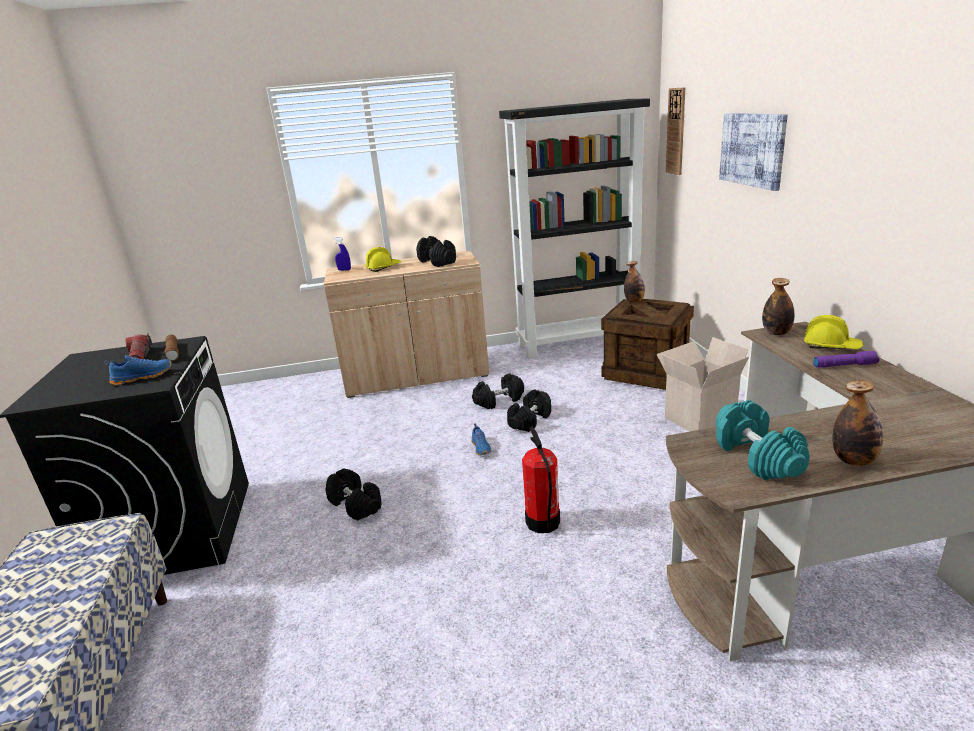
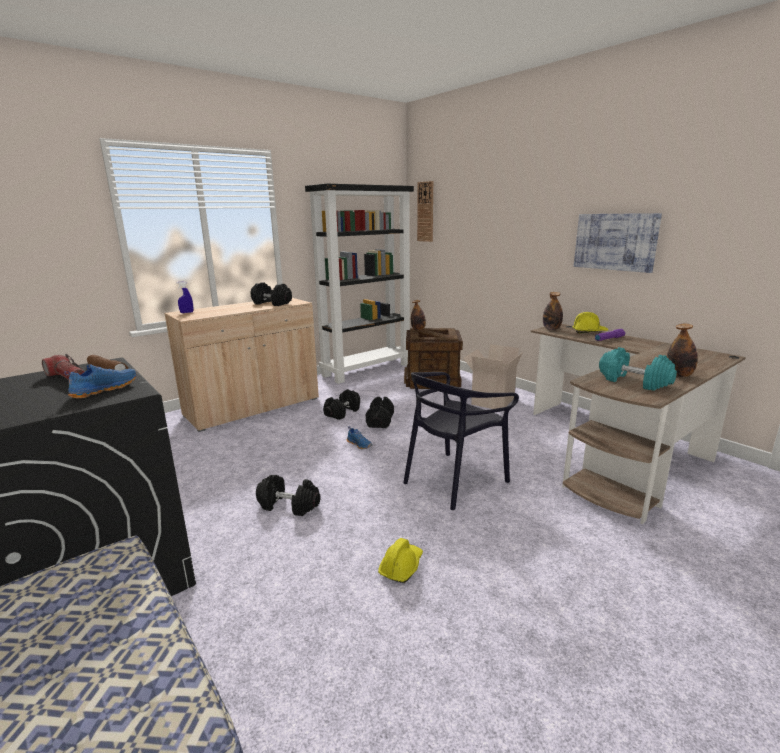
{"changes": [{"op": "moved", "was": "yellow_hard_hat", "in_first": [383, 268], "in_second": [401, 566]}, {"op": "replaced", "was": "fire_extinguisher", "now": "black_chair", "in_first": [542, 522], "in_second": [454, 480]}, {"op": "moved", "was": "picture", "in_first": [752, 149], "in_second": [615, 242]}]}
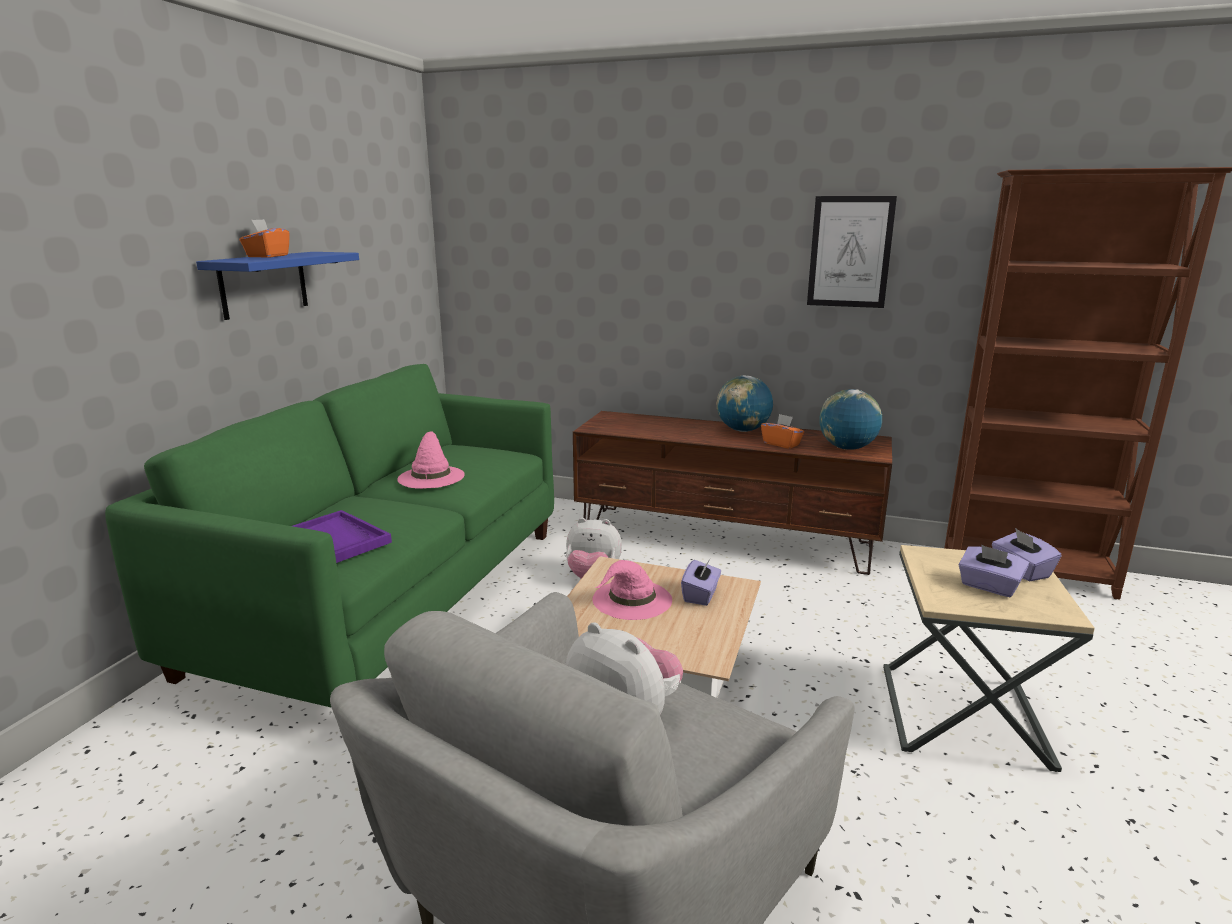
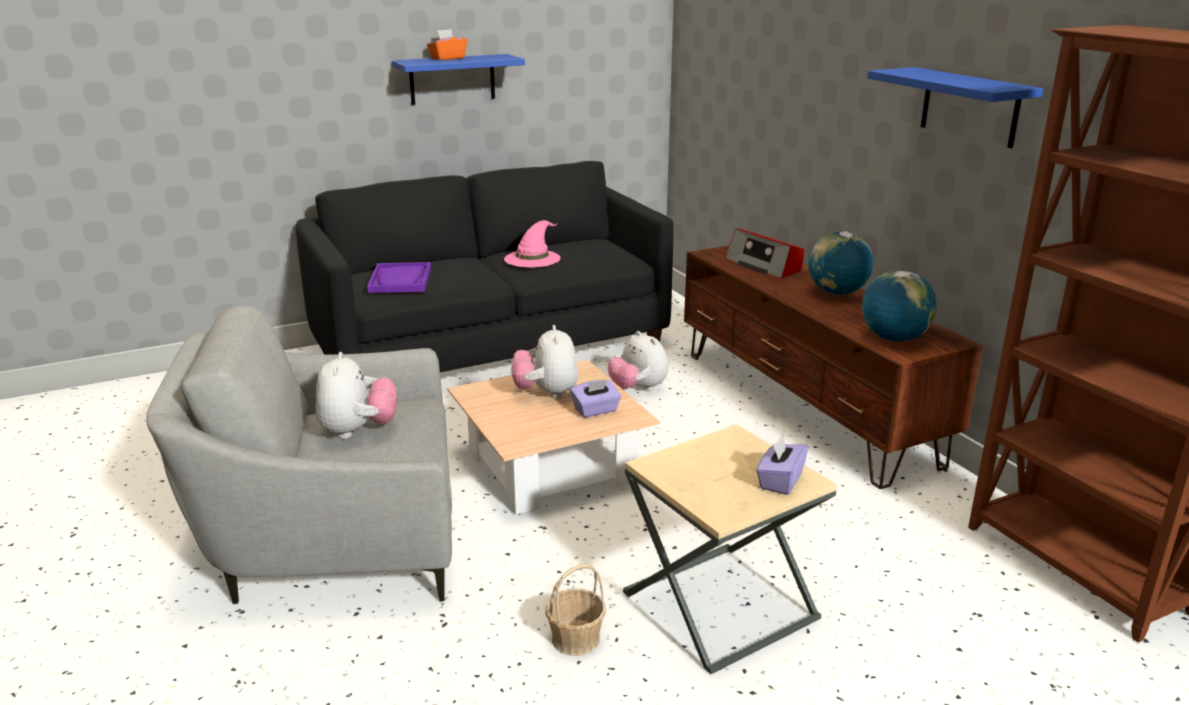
{"changes": [{"op": "recoloured", "was": "green_sofa", "now": "black_sofa", "in_first": [390, 596], "in_second": [492, 347]}, {"op": "replaced", "was": "pink_hat", "now": "plush_toy", "in_first": [631, 600], "in_second": [546, 393]}, {"op": "removed", "was": "orange_tissue_box", "in_first": [781, 444]}, {"op": "replaced", "was": "picture", "now": "blue_shelf", "in_first": [850, 252], "in_second": [969, 107]}, {"op": "removed", "was": "purple_tissue_box", "in_first": [989, 586]}, {"op": "added", "now": "basket", "in_second": [575, 639]}, {"op": "added", "now": "radio", "in_second": [764, 265]}]}
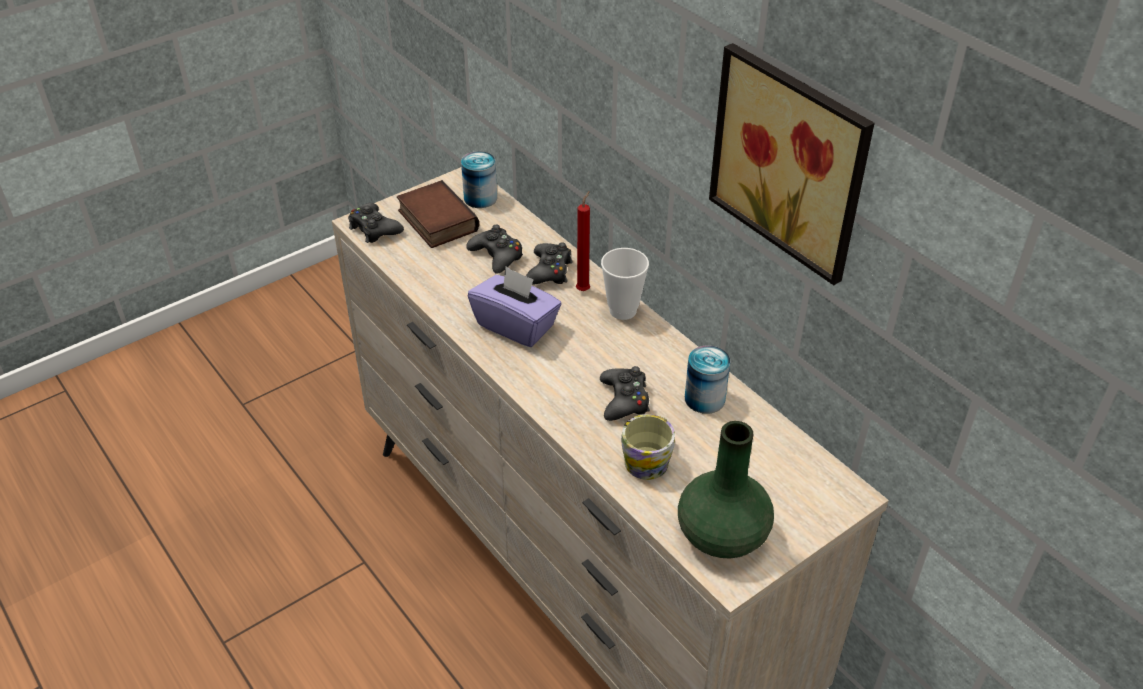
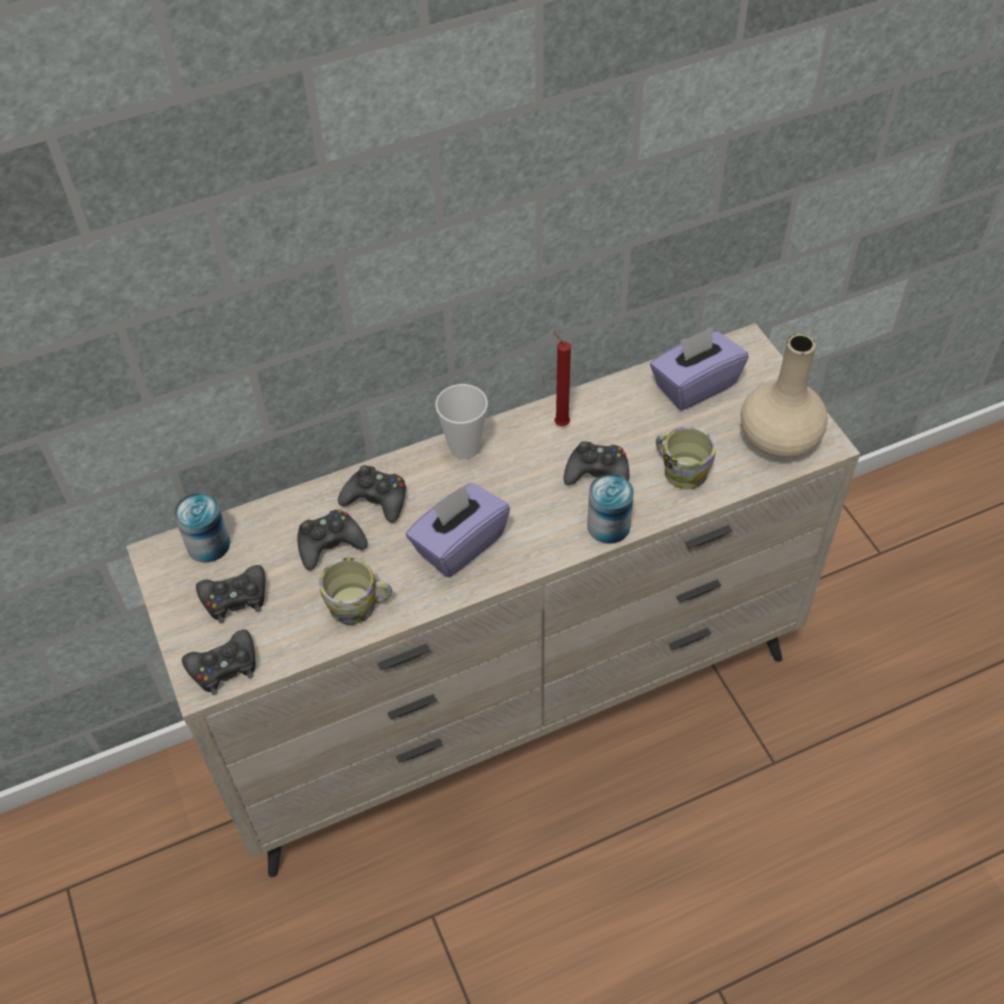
{"changes": [{"op": "replaced", "was": "book", "now": "black_game_controller", "in_first": [435, 221], "in_second": [235, 598]}, {"op": "moved", "was": "red_candle", "in_first": [584, 289], "in_second": [560, 423]}, {"op": "recoloured", "was": "green_vase", "now": "beige_vase", "in_first": [721, 535], "in_second": [778, 439]}, {"op": "moved", "was": "can", "in_first": [704, 398], "in_second": [608, 526]}, {"op": "removed", "was": "picture", "in_first": [793, 160]}, {"op": "added", "now": "mug", "in_second": [359, 605]}, {"op": "added", "now": "purple_tissue_box", "in_second": [694, 385]}]}
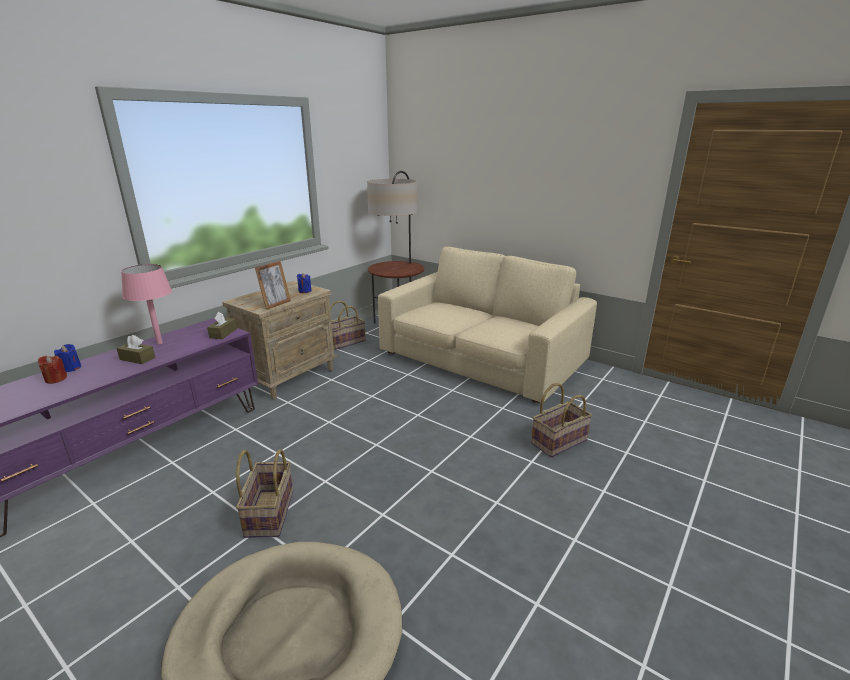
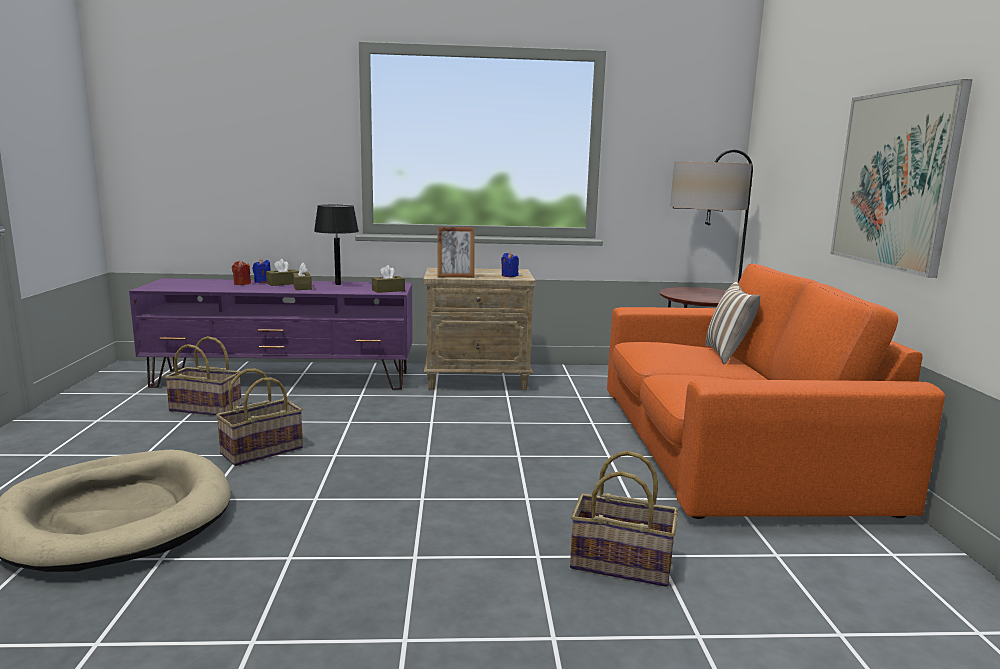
{"changes": [{"op": "recoloured", "was": "pink_table_lamp", "now": "black_table_lamp", "in_first": [159, 343], "in_second": [338, 284]}, {"op": "moved", "was": "basket", "in_first": [345, 342], "in_second": [207, 408]}, {"op": "recoloured", "was": "beige_sofa", "now": "orange_sofa", "in_first": [481, 357], "in_second": [728, 447]}, {"op": "added", "now": "brown_tissue_box", "in_second": [283, 283]}, {"op": "added", "now": "pillow", "in_second": [727, 355]}, {"op": "added", "now": "picture", "in_second": [894, 179]}]}
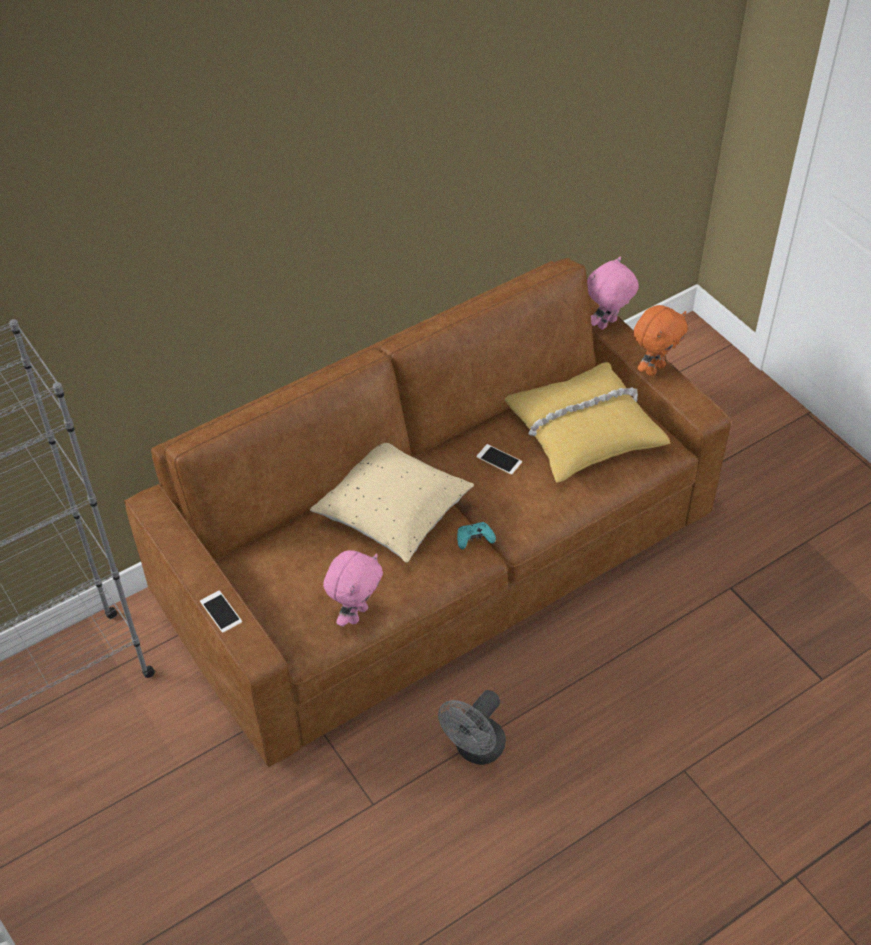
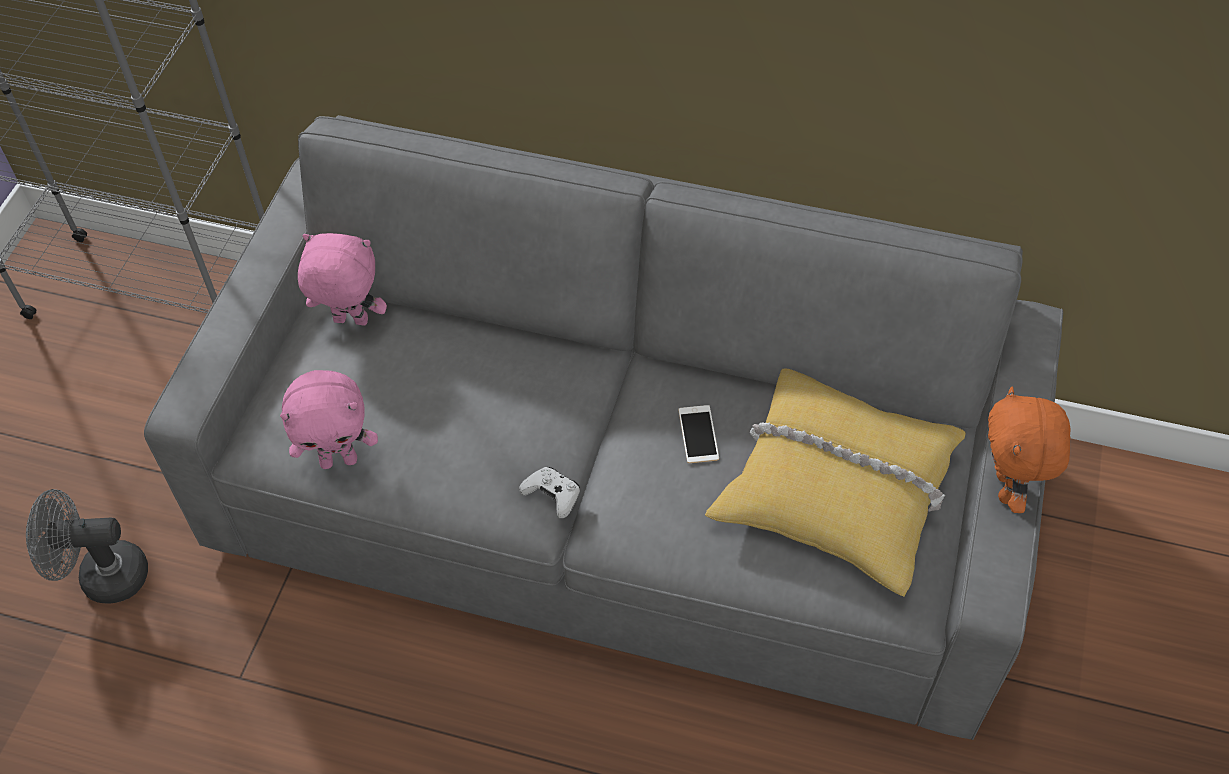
{"changes": [{"op": "recoloured", "was": "brown_sofa", "now": "grey_sofa", "in_first": [436, 556], "in_second": [618, 495]}, {"op": "removed", "was": "phone", "in_first": [221, 612]}, {"op": "removed", "was": "beige_pillow", "in_first": [393, 513]}, {"op": "moved", "was": "grey_fan", "in_first": [475, 750], "in_second": [103, 576]}, {"op": "recoloured", "was": "turquoise_game_controller", "now": "white_game_controller", "in_first": [474, 539], "in_second": [552, 496]}, {"op": "moved", "was": "pink_plush_toy", "in_first": [608, 324], "in_second": [350, 322]}, {"op": "turned", "was": "orange_plush_toy", "in_first": [654, 368], "in_second": [1008, 489], "clockwise": 90}]}
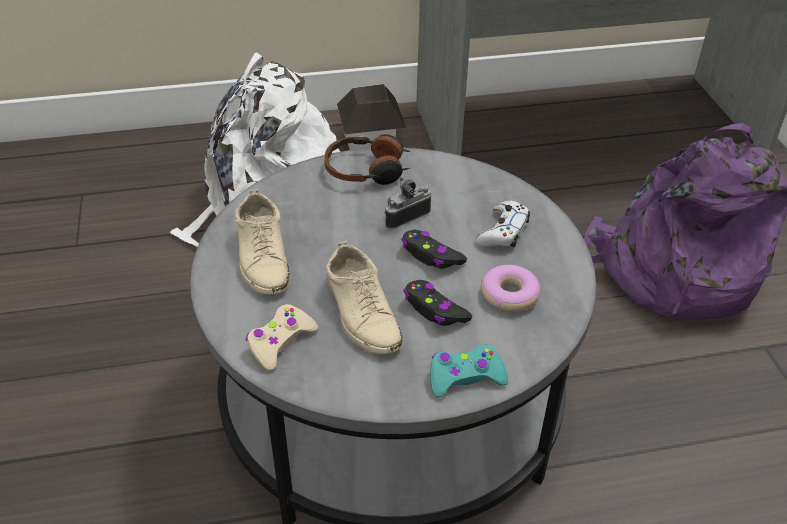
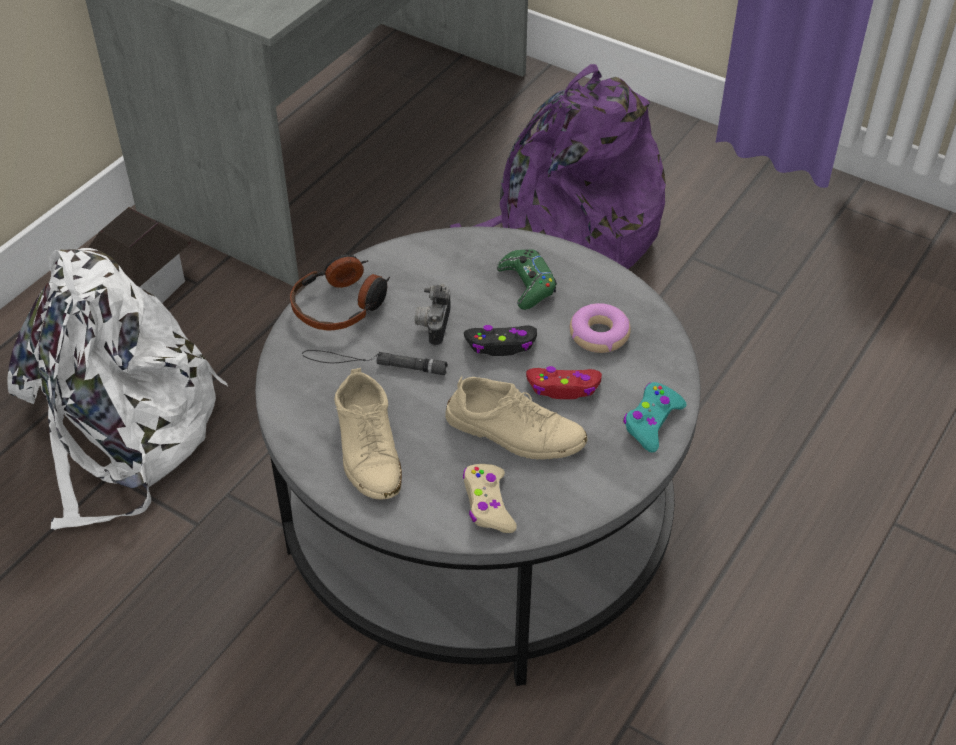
{"changes": [{"op": "turned", "was": "beige_shoe", "in_first": [263, 257], "in_second": [368, 448], "clockwise": 45}, {"op": "recoloured", "was": "black_game_controller", "now": "red_game_controller", "in_first": [434, 310], "in_second": [563, 388]}, {"op": "recoloured", "was": "white_game_controller", "now": "green_game_controller", "in_first": [503, 232], "in_second": [527, 284]}, {"op": "added", "now": "black_flashlight", "in_second": [374, 363]}]}
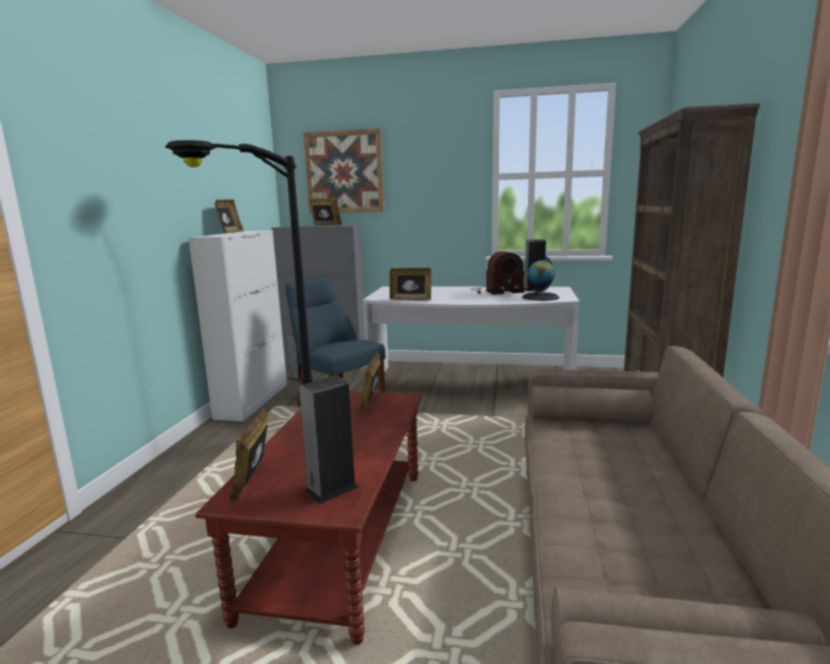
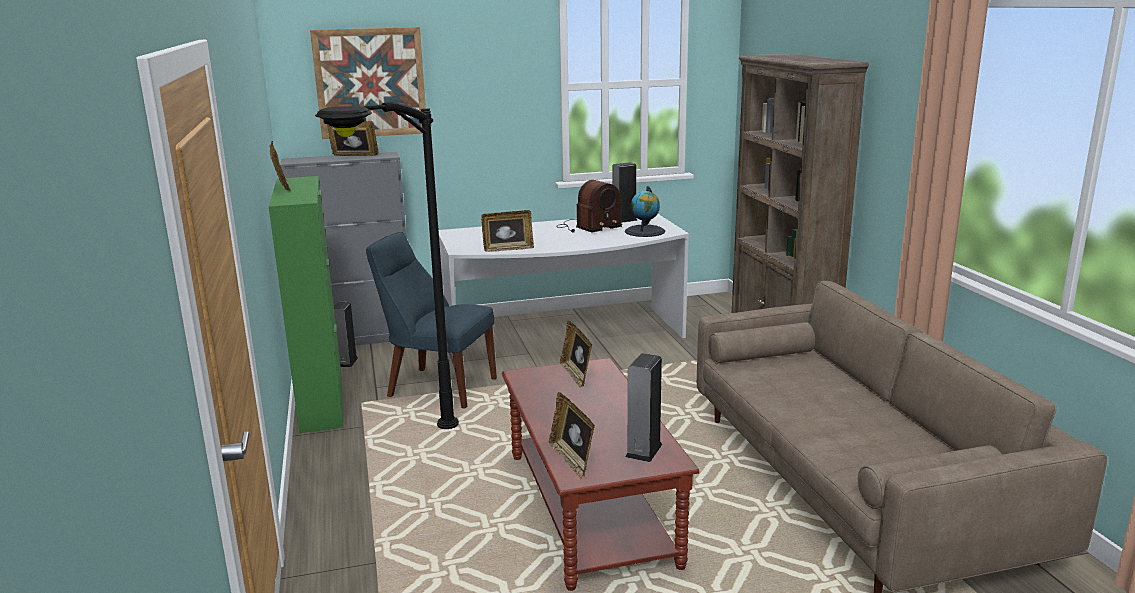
{"changes": [{"op": "recoloured", "was": "white_cabinet", "now": "green_cabinet", "in_first": [253, 400], "in_second": [322, 401]}]}
